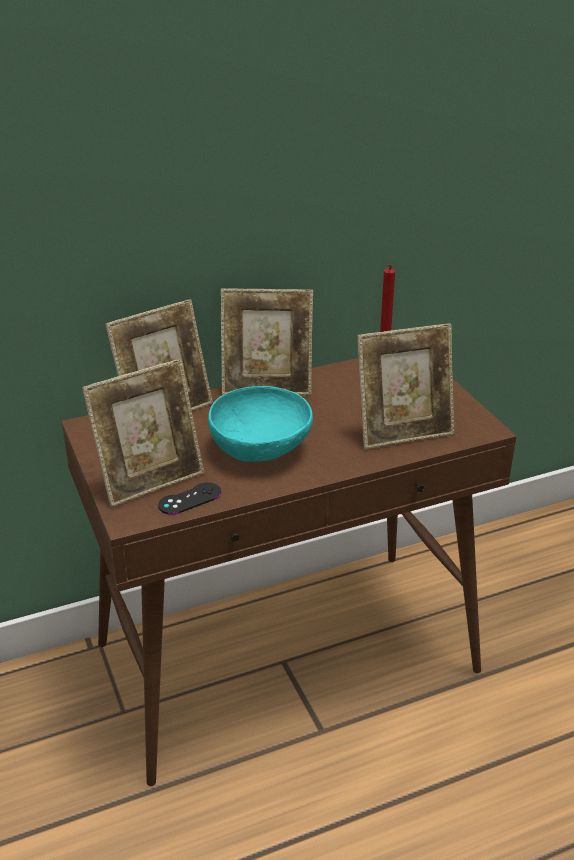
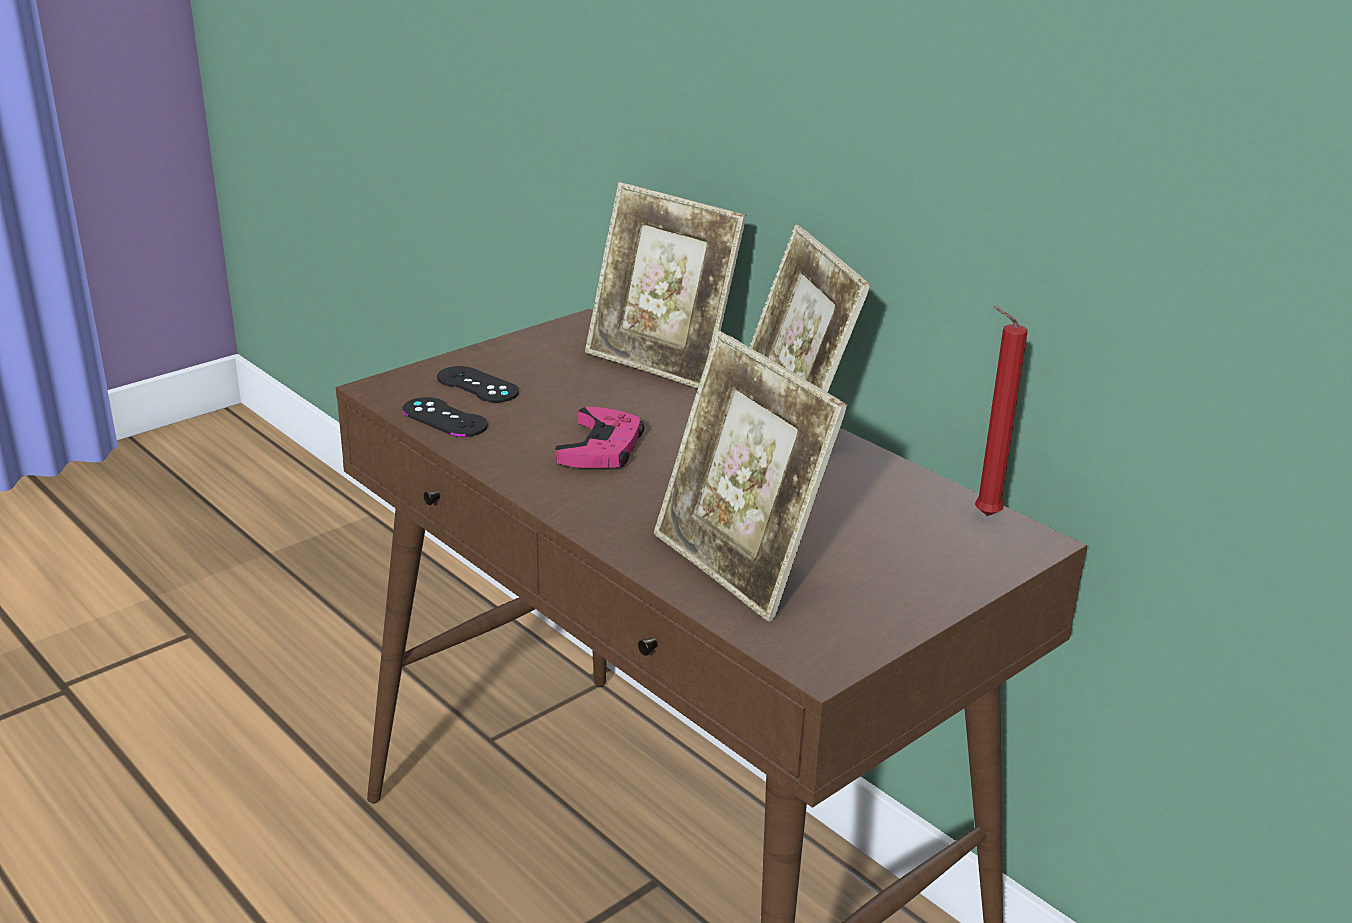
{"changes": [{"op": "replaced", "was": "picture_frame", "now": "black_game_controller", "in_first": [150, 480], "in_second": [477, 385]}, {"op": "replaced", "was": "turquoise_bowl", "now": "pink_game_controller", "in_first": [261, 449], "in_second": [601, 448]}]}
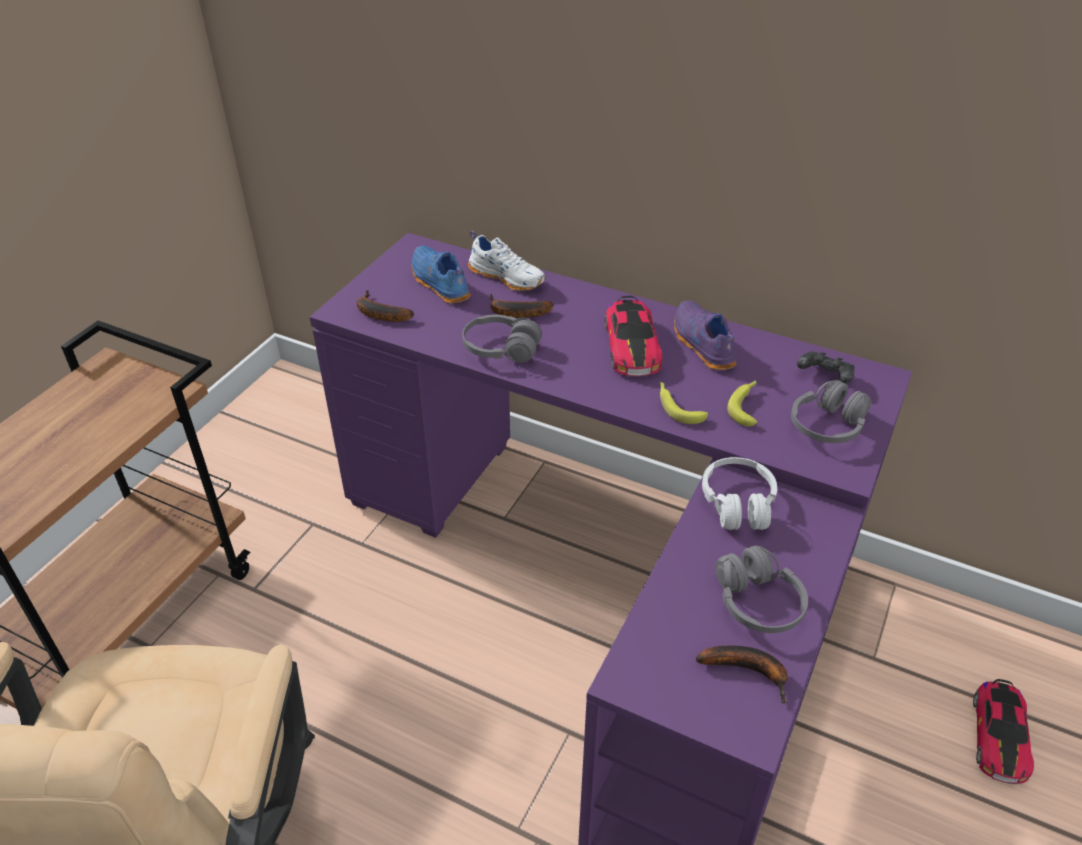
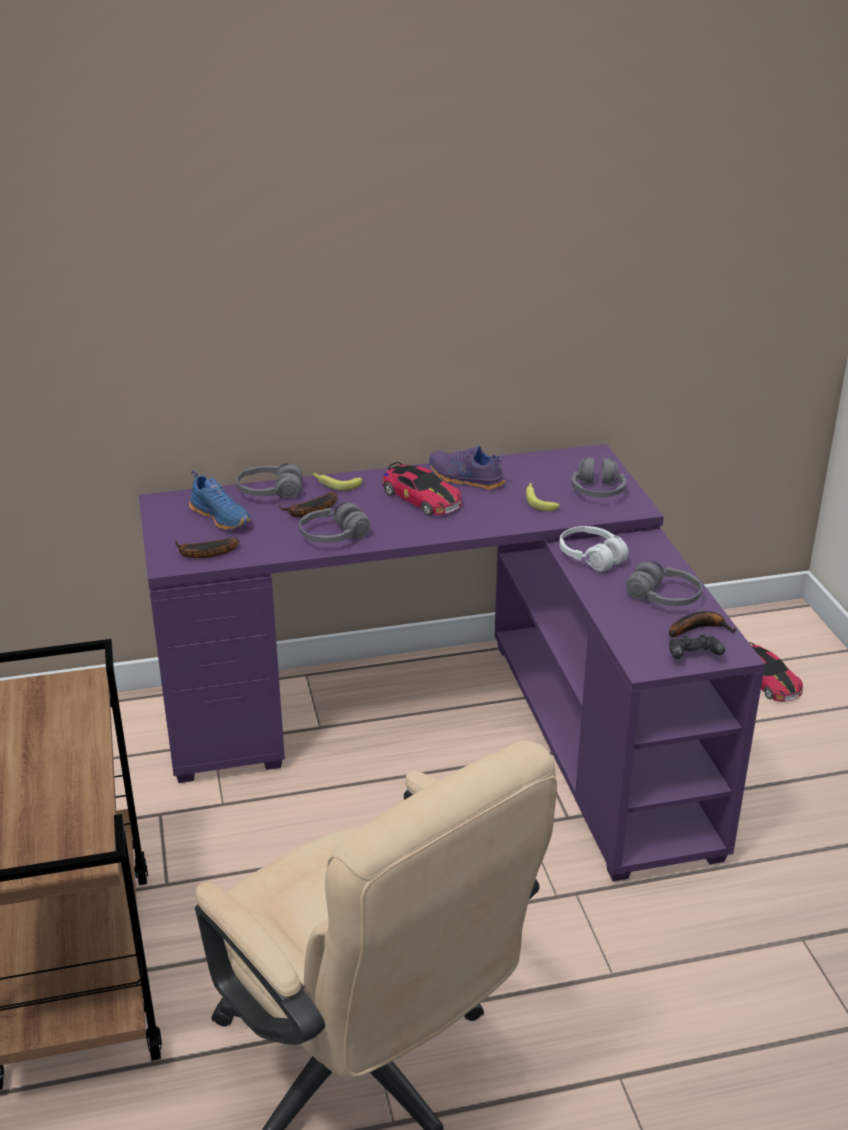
{"changes": [{"op": "turned", "was": "blue_shoe", "in_first": [438, 284], "in_second": [222, 517], "clockwise": -150}, {"op": "replaced", "was": "white_shoe", "now": "grey_headphones", "in_first": [508, 277], "in_second": [270, 492]}, {"op": "moved", "was": "banana", "in_first": [677, 407], "in_second": [335, 484]}, {"op": "moved", "was": "black_game_controller", "in_first": [824, 377], "in_second": [693, 657]}]}
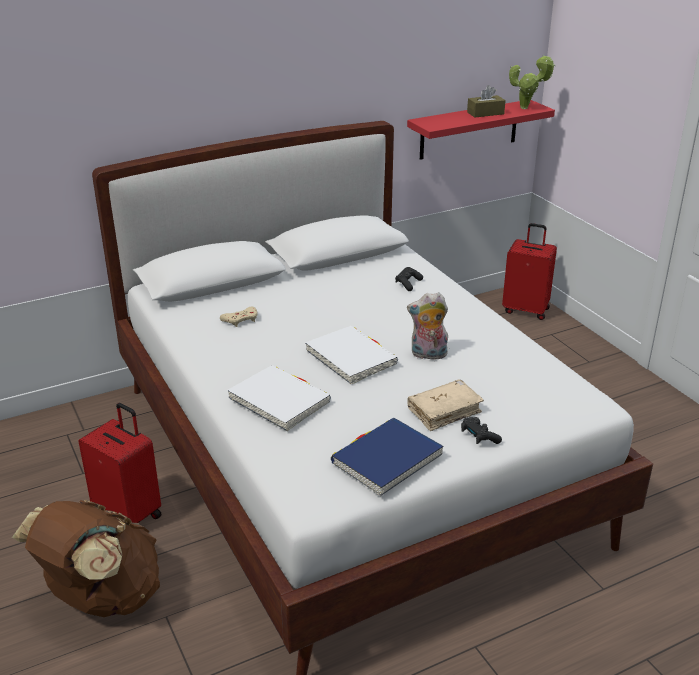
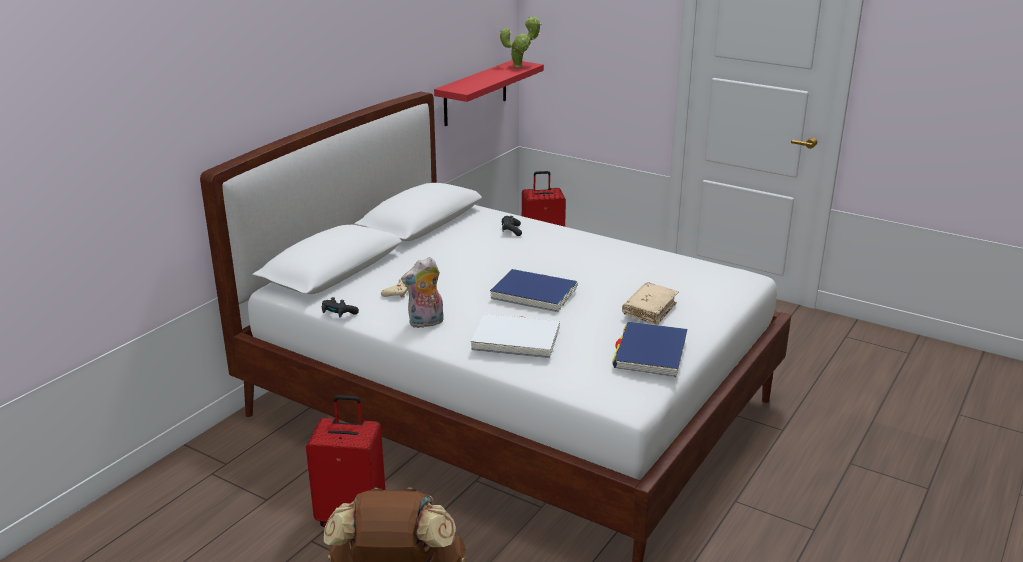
{"changes": [{"op": "recoloured", "was": "white_book", "now": "blue_book", "in_first": [351, 358], "in_second": [534, 294]}, {"op": "moved", "was": "plush_toy", "in_first": [428, 355], "in_second": [426, 323]}, {"op": "moved", "was": "black_game_controller", "in_first": [479, 437], "in_second": [338, 314]}, {"op": "removed", "was": "brown_tissue_box", "in_first": [485, 113]}]}
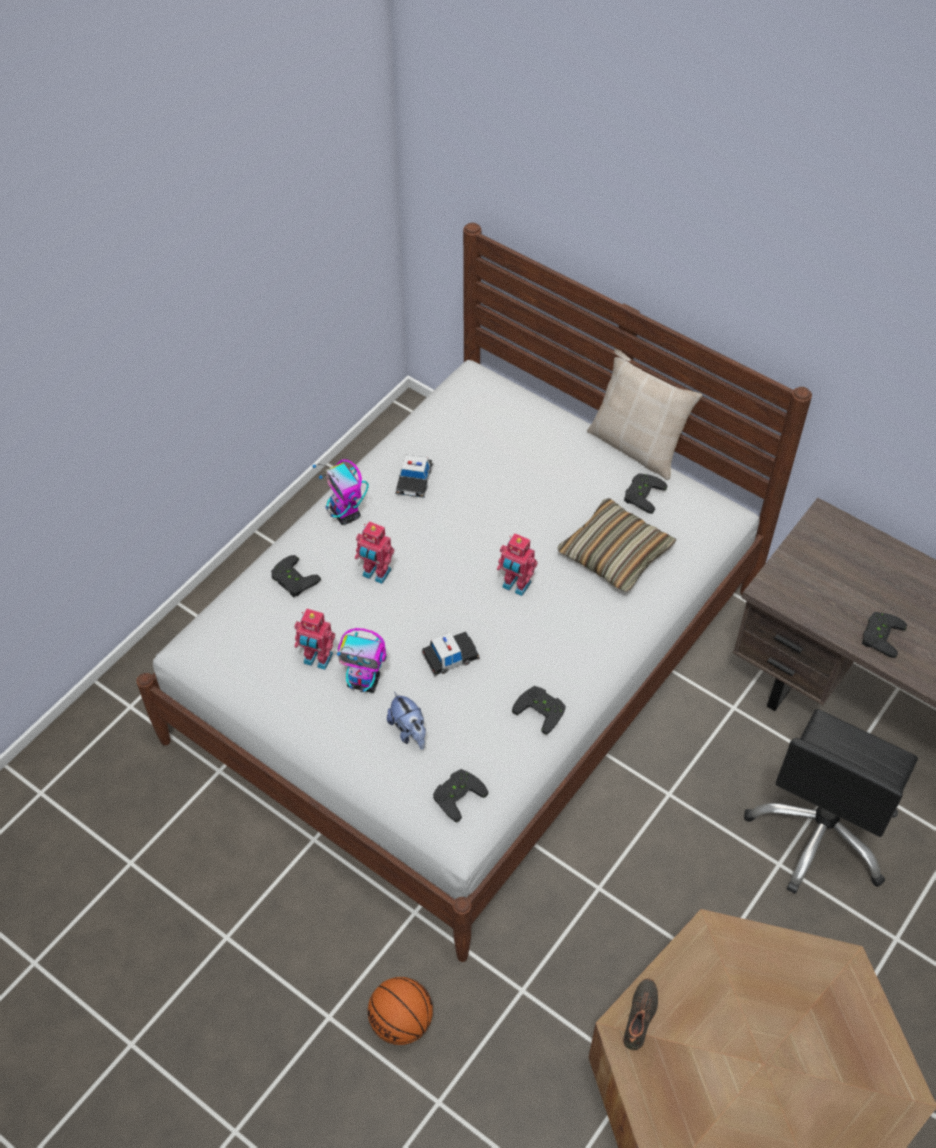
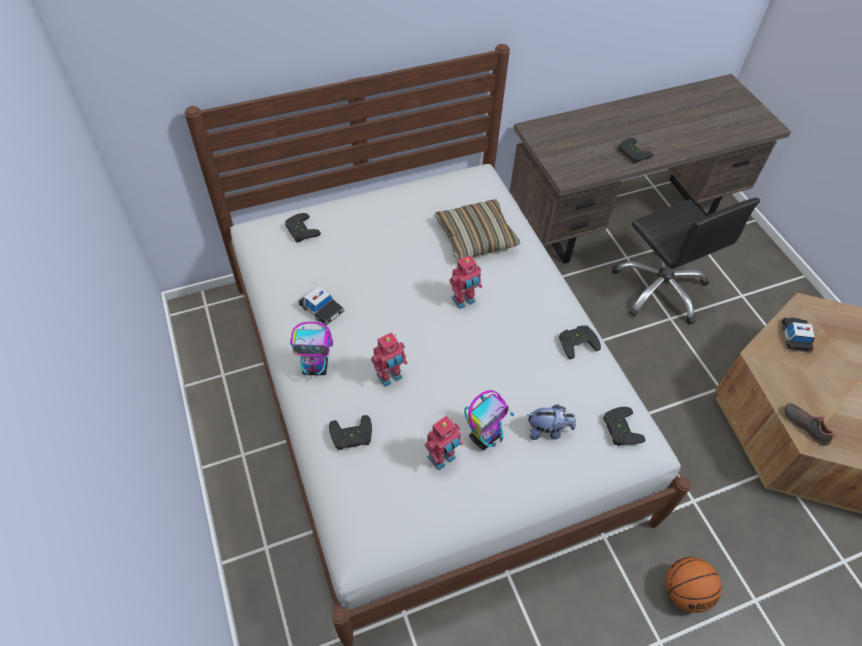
{"changes": [{"op": "moved", "was": "toy_car", "in_first": [450, 656], "in_second": [795, 337]}, {"op": "removed", "was": "beige_pillow", "in_first": [637, 446]}, {"op": "moved", "was": "black_game_controller", "in_first": [641, 494], "in_second": [299, 230]}]}
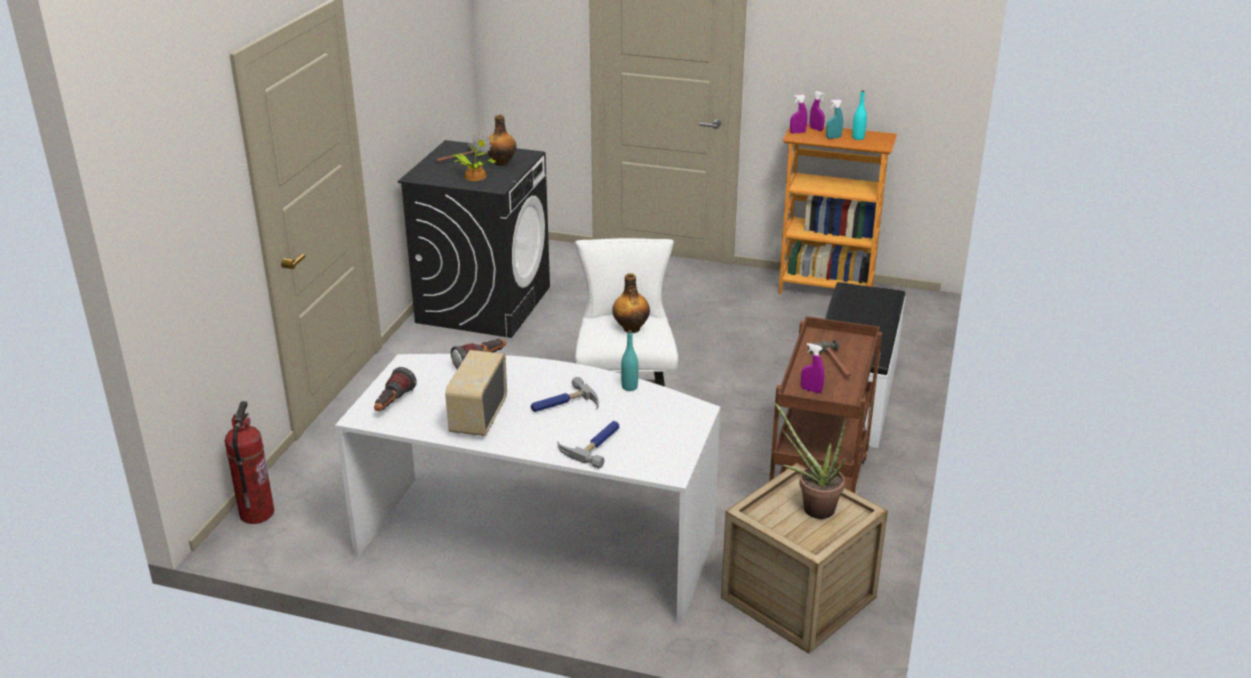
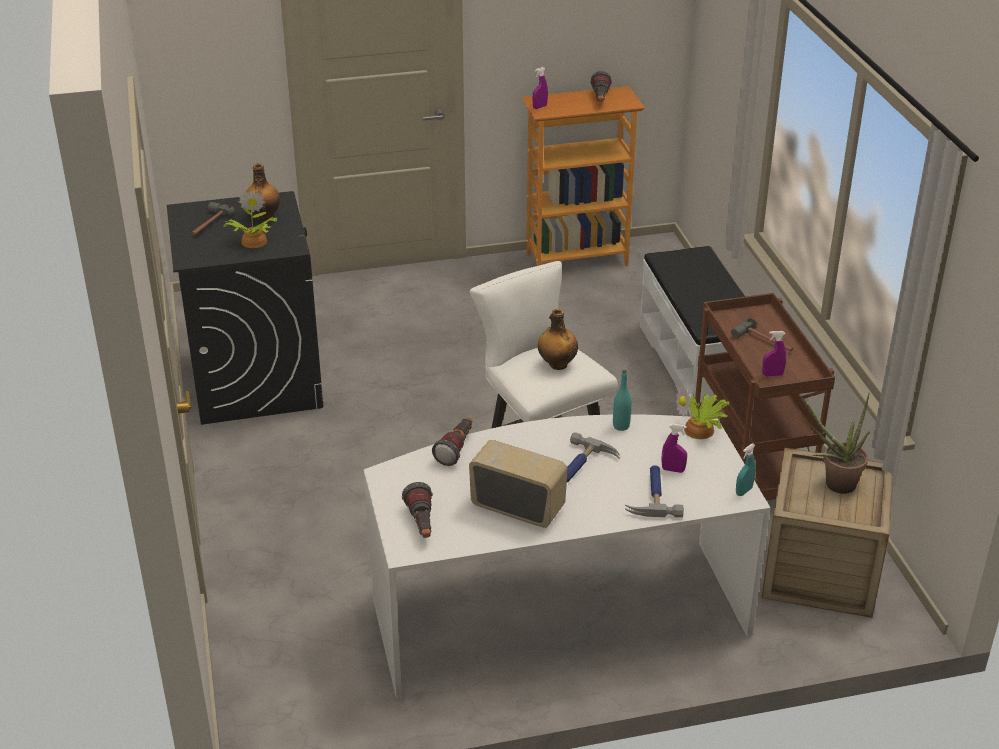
{"changes": [{"op": "removed", "was": "fire_extinguisher", "in_first": [257, 514]}, {"op": "turned", "was": "radio", "in_first": [478, 417], "in_second": [518, 507], "clockwise": 135}, {"op": "moved", "was": "purple_spray_bottle", "in_first": [816, 129], "in_second": [673, 470]}, {"op": "moved", "was": "turquoise_spray_bottle", "in_first": [833, 138], "in_second": [744, 491]}, {"op": "replaced", "was": "turquoise_bottle", "now": "flashlight", "in_first": [858, 138], "in_second": [600, 99]}, {"op": "added", "now": "potted_plant", "in_second": [701, 430]}]}
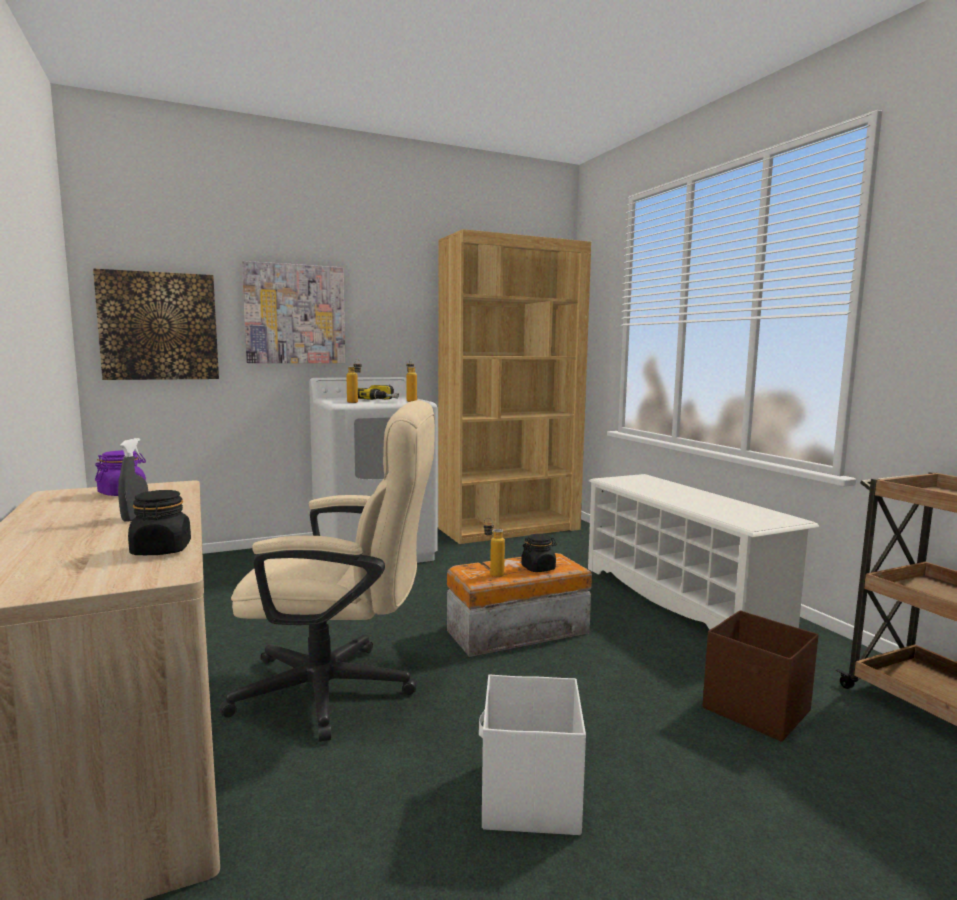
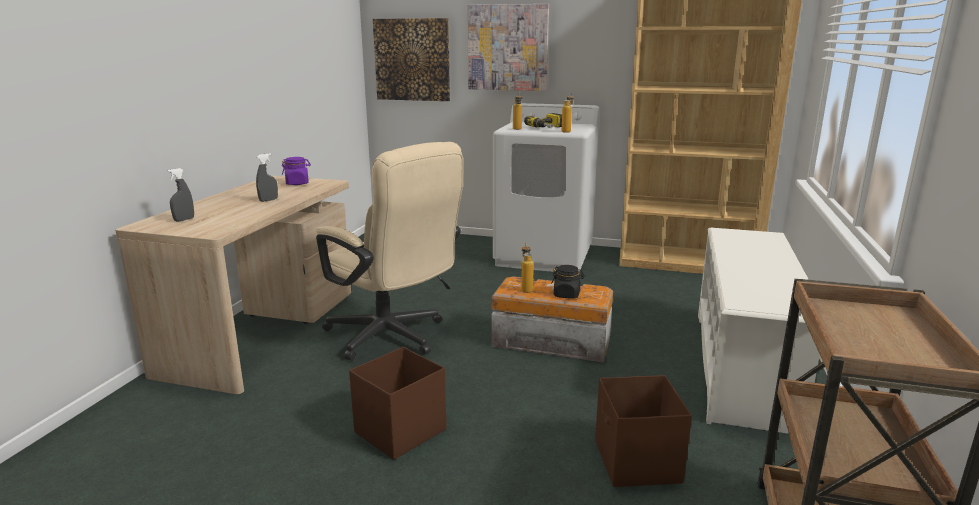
{"changes": [{"op": "removed", "was": "black_jar", "in_first": [161, 550]}, {"op": "recoloured", "was": "white_storage_box", "now": "brown_storage_box", "in_first": [529, 798], "in_second": [399, 431]}, {"op": "added", "now": "grey_spray_bottle", "in_second": [184, 219]}]}
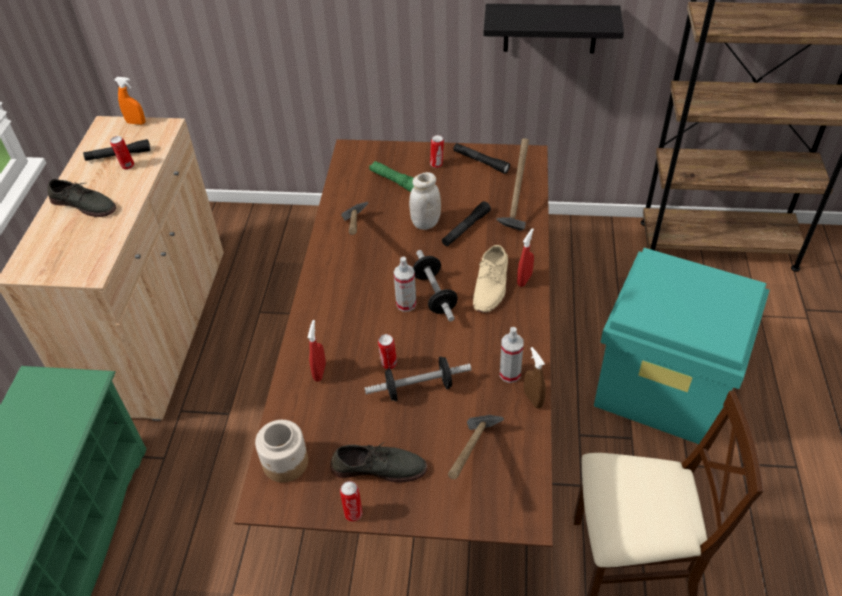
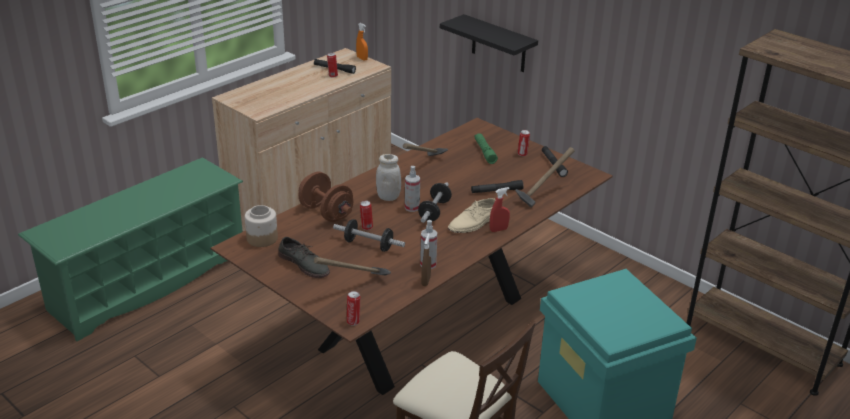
{"changes": [{"op": "removed", "was": "grey_shoe", "in_first": [84, 204]}, {"op": "replaced", "was": "red_spray_bottle", "now": "brown_dumbbell", "in_first": [319, 372], "in_second": [326, 213]}, {"op": "moved", "was": "can", "in_first": [353, 513], "in_second": [353, 321]}, {"op": "moved", "was": "white_jar", "in_first": [425, 223], "in_second": [388, 197]}, {"op": "moved", "was": "black_shelf", "in_first": [550, 28], "in_second": [498, 44]}]}
